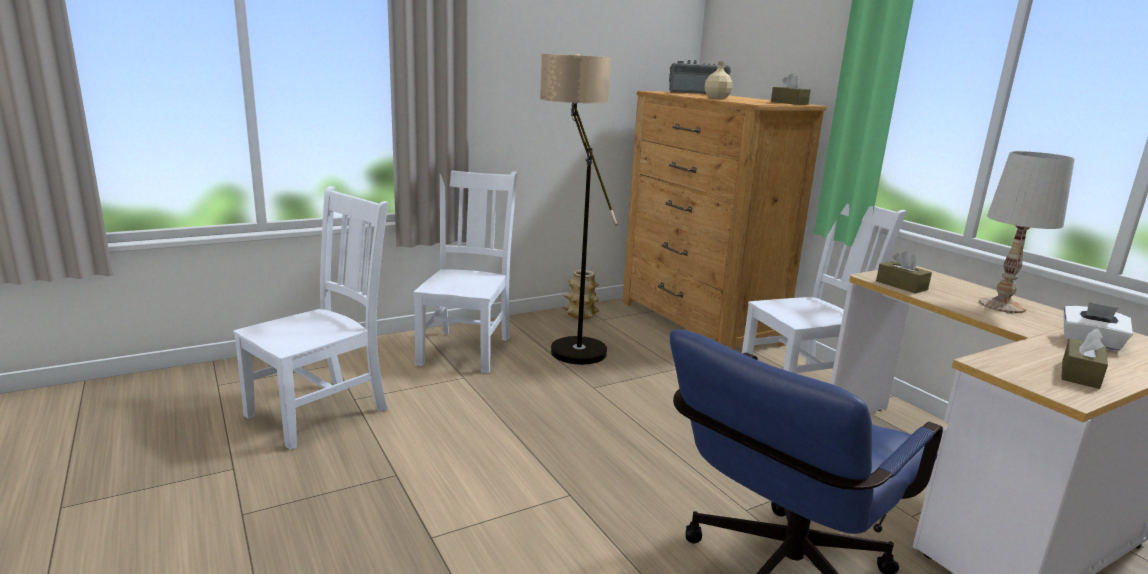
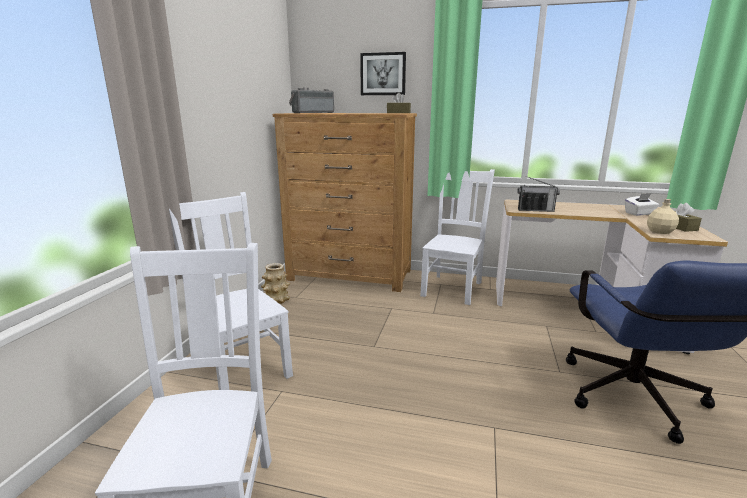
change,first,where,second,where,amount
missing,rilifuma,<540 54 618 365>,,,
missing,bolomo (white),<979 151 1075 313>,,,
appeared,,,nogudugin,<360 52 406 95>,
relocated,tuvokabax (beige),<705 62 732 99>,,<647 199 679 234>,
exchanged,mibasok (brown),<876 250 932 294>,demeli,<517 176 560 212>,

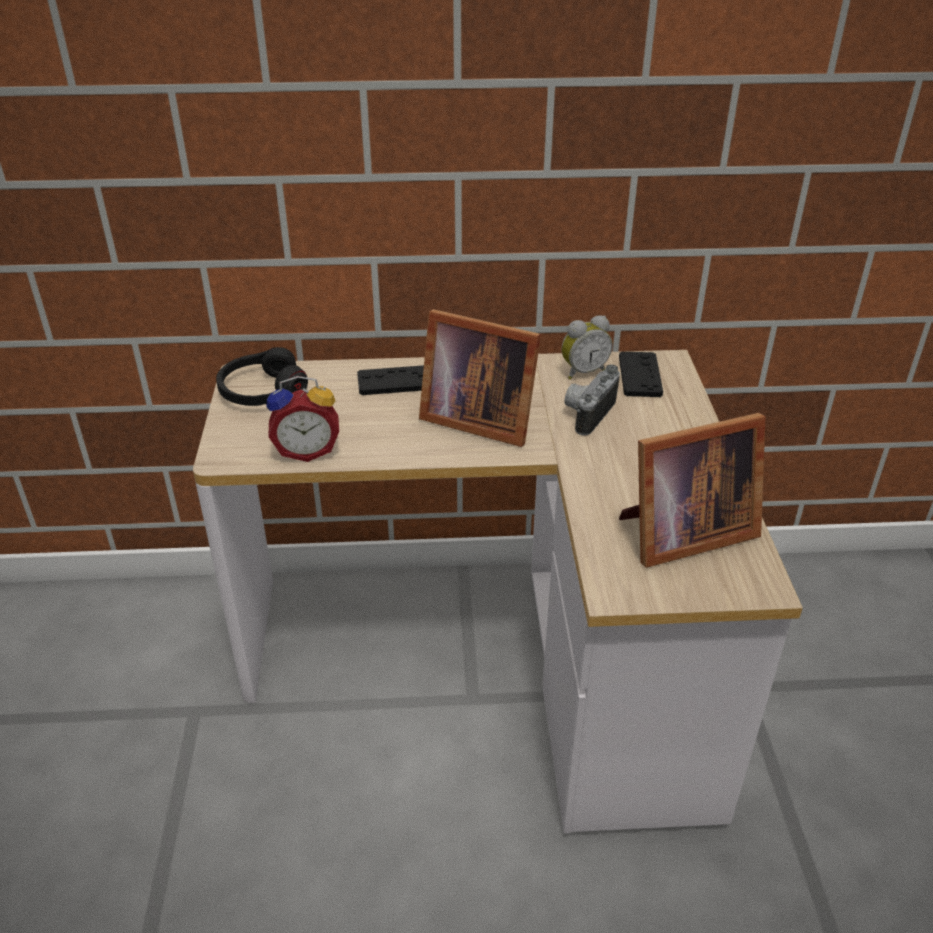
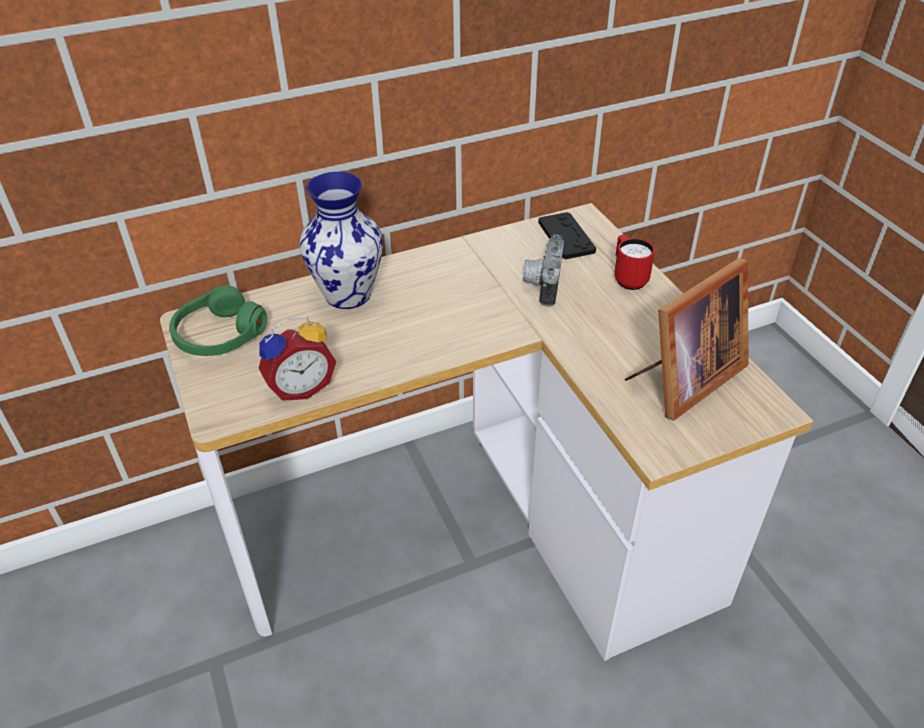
change,first,where,second,where,amount
missing,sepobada,<419 309 541 447>,,,
missing,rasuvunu,<561 315 612 380>,,,
appeared,,,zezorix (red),<614 234 655 290>,
exchanged,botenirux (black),<357 365 424 395>,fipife,<299 172 383 309>,
colour,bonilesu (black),<216 347 308 406>,bonilesu (green),<169 285 267 356>,

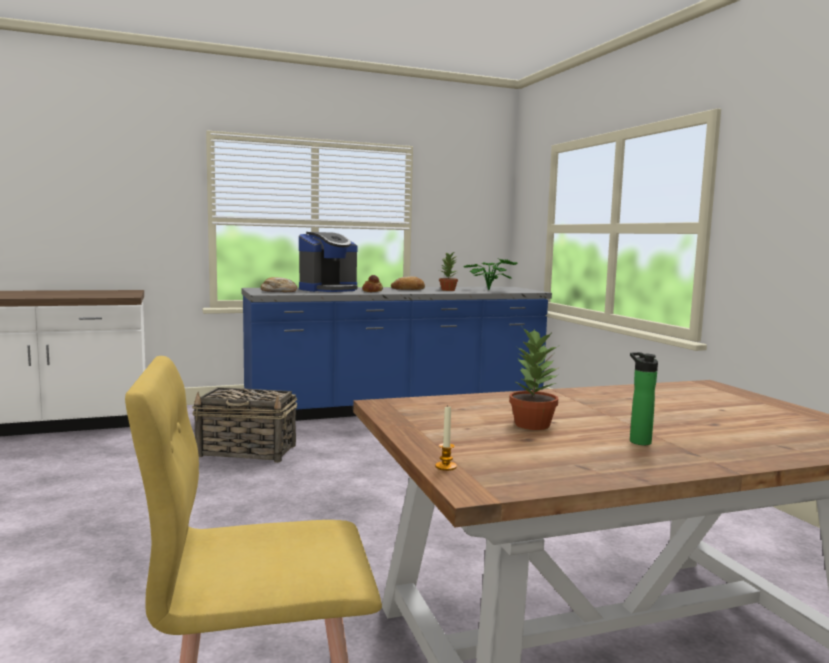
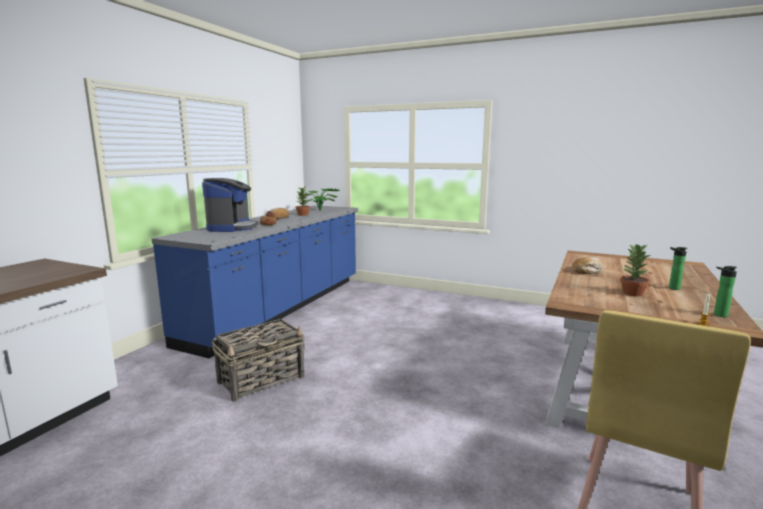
change,first,where,second,where,amount
appeared,,,tuvokabax,<714 266 737 317>,
relocated,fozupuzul,<261 277 297 292>,,<572 257 604 274>,

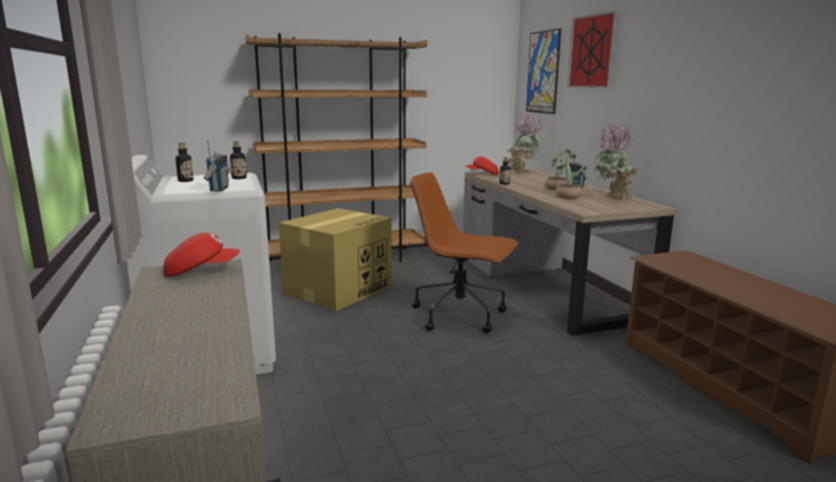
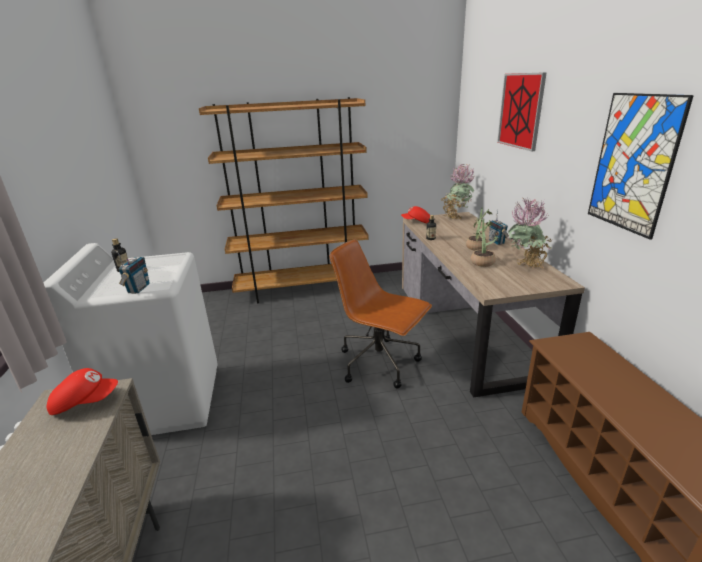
change,first,where,second,where,amount
missing,tuvokabax,<230 141 247 179>,,,
missing,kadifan,<279 208 392 311>,,,
relocated,nogudugin,<526 29 561 114>,,<588 93 694 240>,

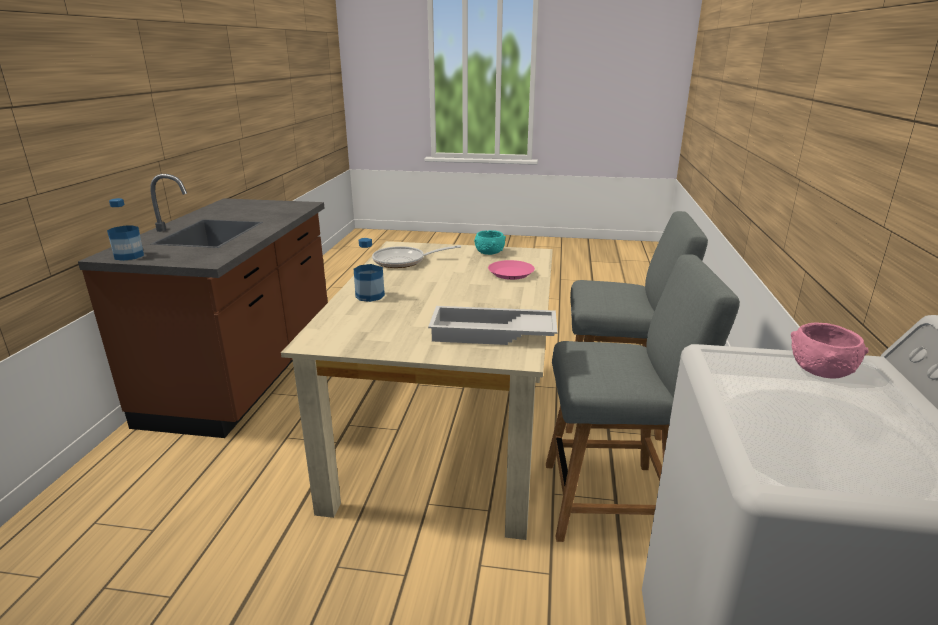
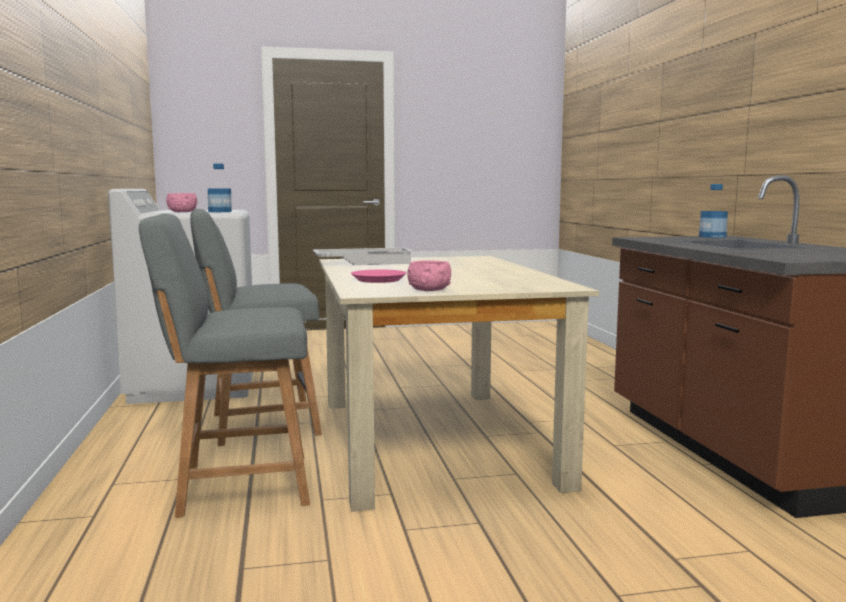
change,first,where,second,where,amount
missing,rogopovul,<372 245 461 268>,,,
relocated,tuvokabax,<354 238 385 302>,,<208 164 232 212>,
colour,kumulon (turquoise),<474 230 506 255>,kumulon (pink),<407 260 451 291>,

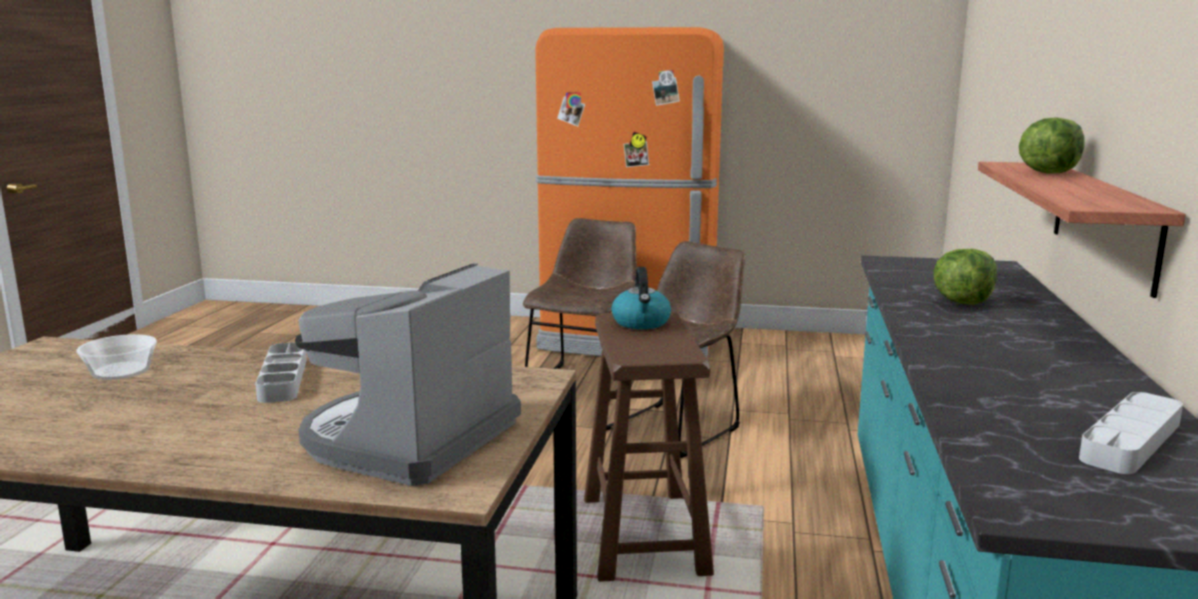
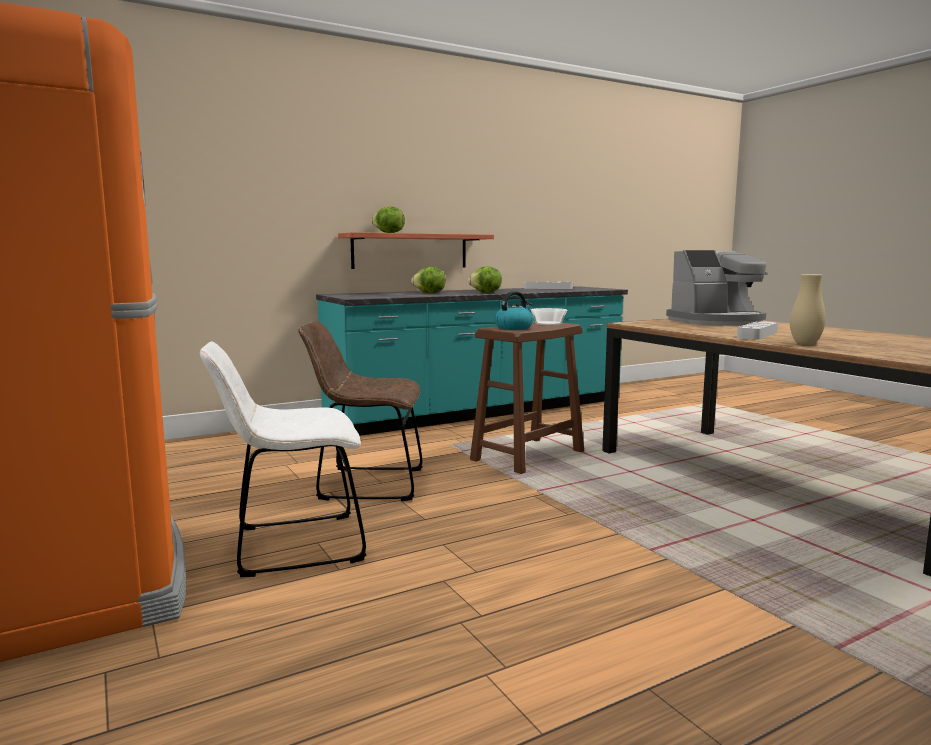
change,first,where,second,where,amount
appeared,,,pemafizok,<468 266 502 293>,
appeared,,,fipife (beige),<790 274 826 345>,
relocated,kumulon,<76 334 157 380>,,<531 308 567 325>,
colour,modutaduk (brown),<523 218 637 401>,modutaduk (white),<200 341 366 577>,

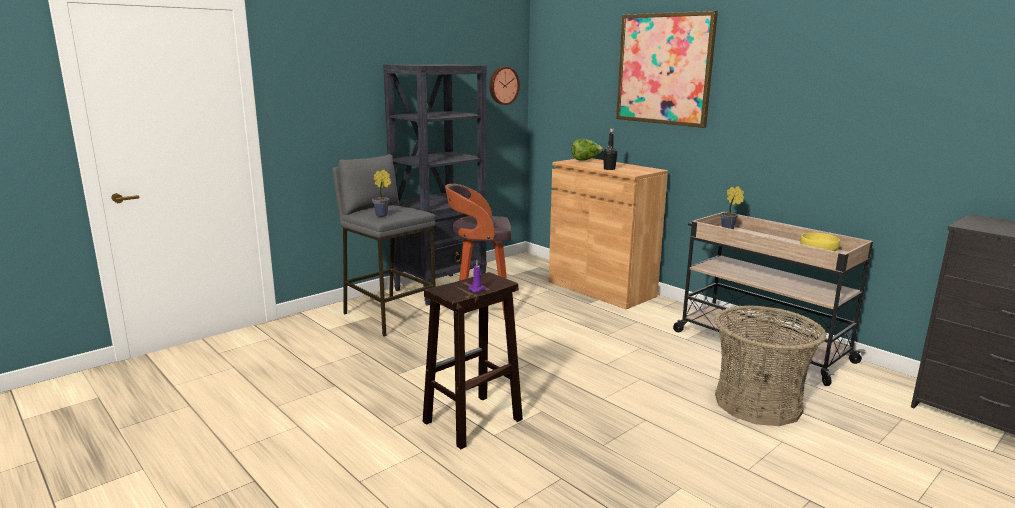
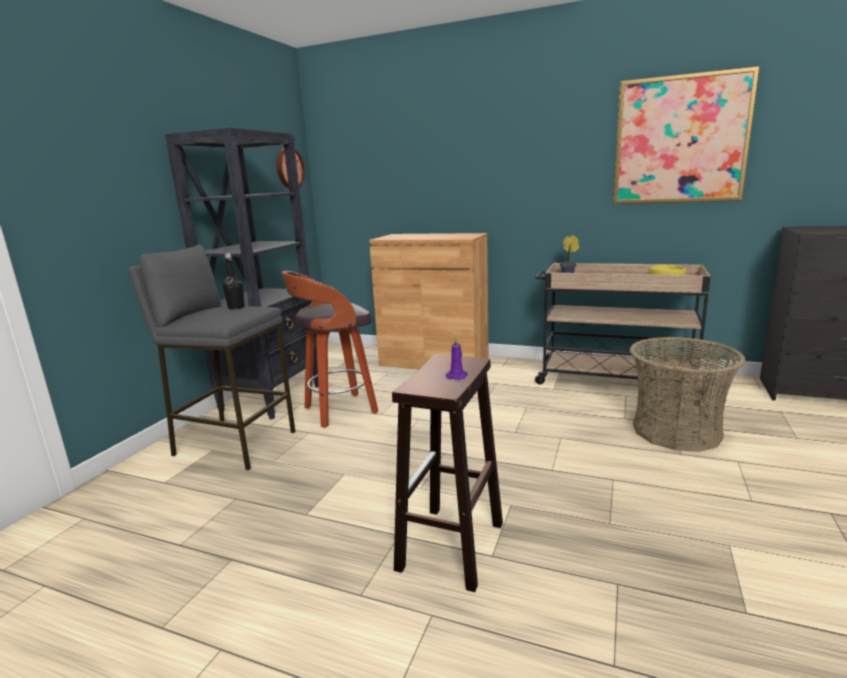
change,first,where,second,where,amount
missing,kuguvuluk,<372 169 391 217>,,,
missing,pemafizok,<572 139 603 161>,,,
relocated,tuvokabax (black),<603 128 618 170>,,<223 252 244 310>,
relocated,nogudugin,<616 11 718 128>,,<613 66 760 204>,

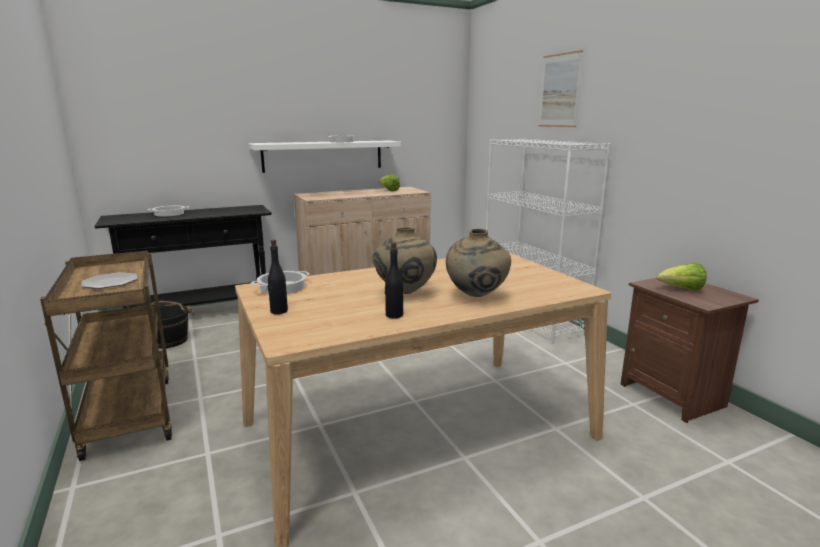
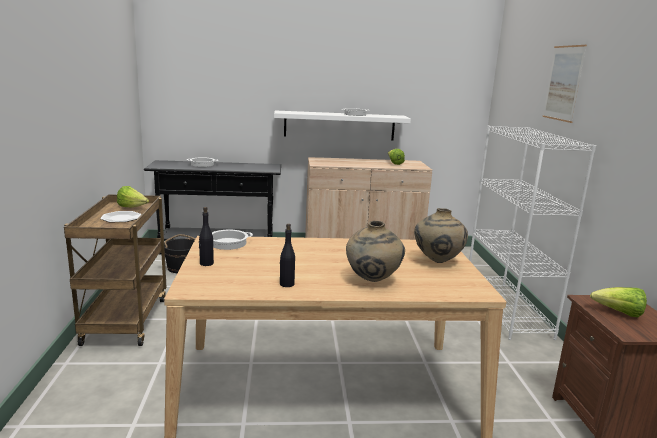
change,first,where,second,where,amount
appeared,,,pemafizok,<117 186 149 207>,
relocated,fipife (beige),<373 228 437 294>,,<414 208 468 263>,

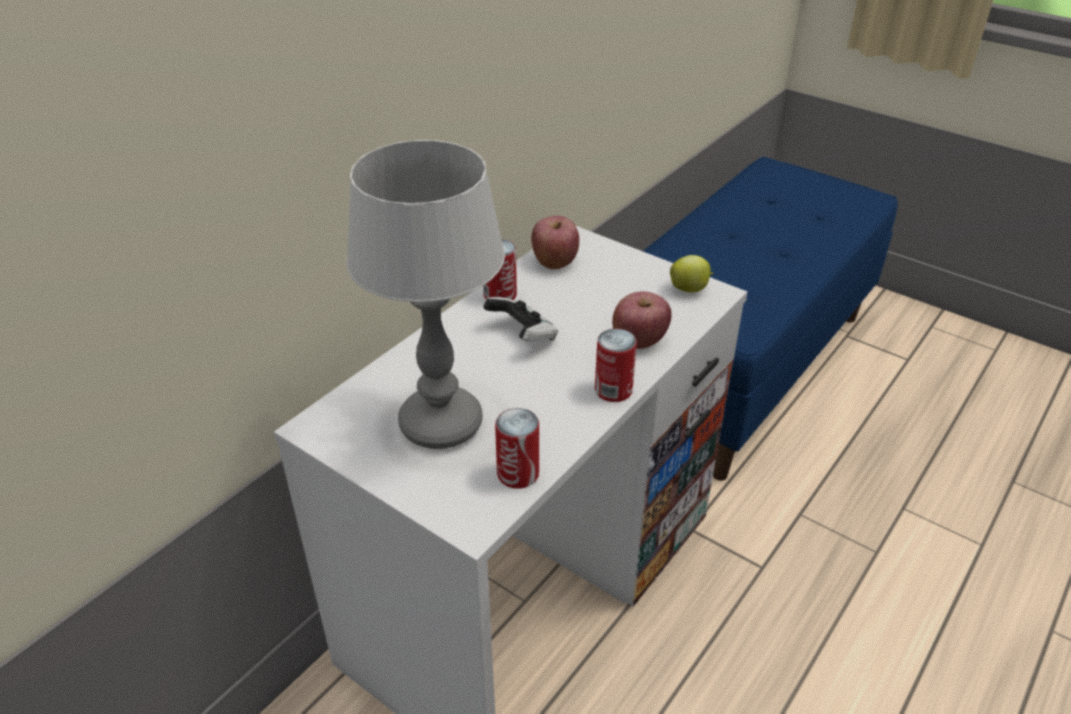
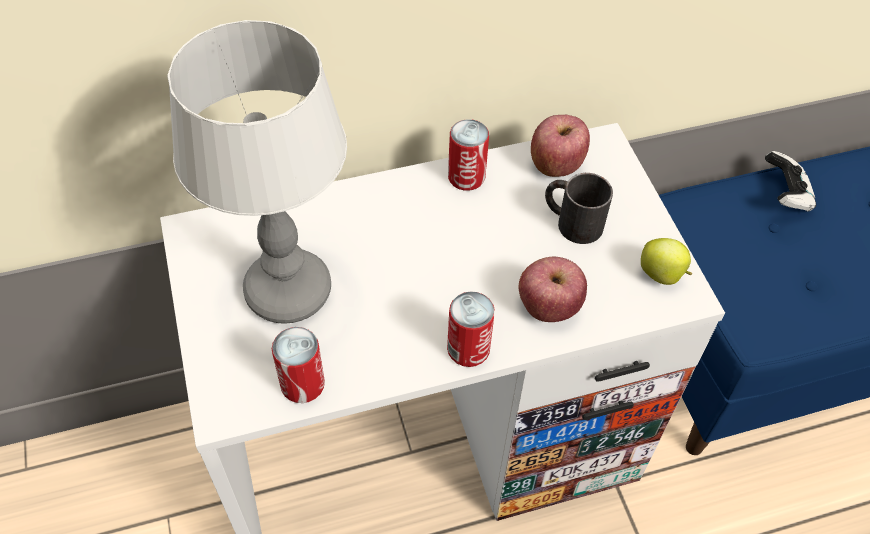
change,first,where,second,where,amount
appeared,,,zezorix (black),<545 173 613 244>,
relocated,botenirux,<483 297 558 341>,,<765 151 816 212>,

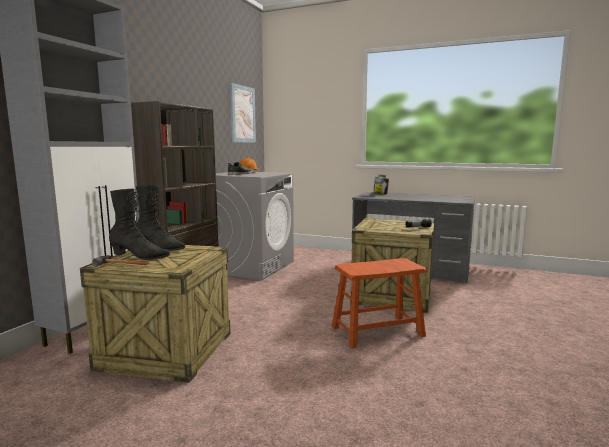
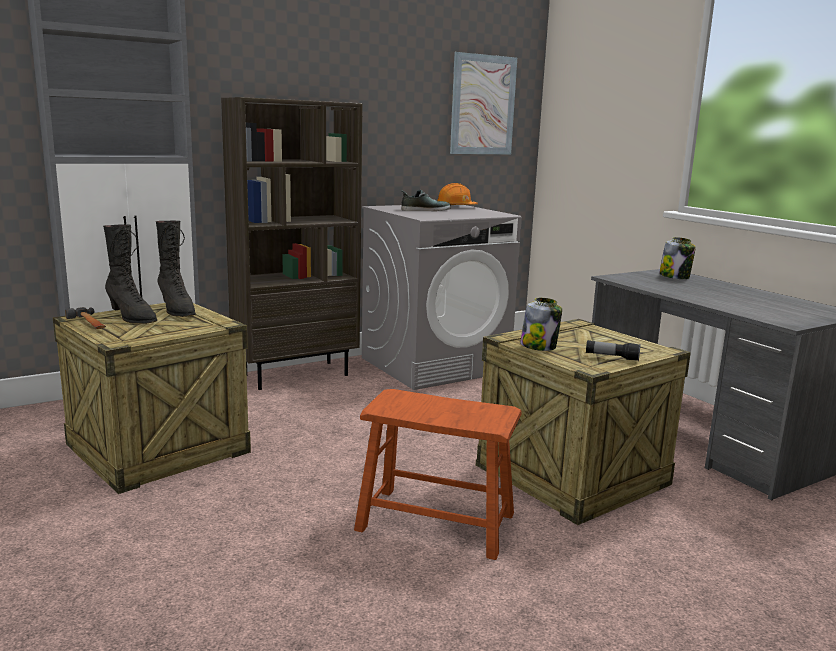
change,first,where,second,where,amount
appeared,,,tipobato,<520 298 562 351>,

